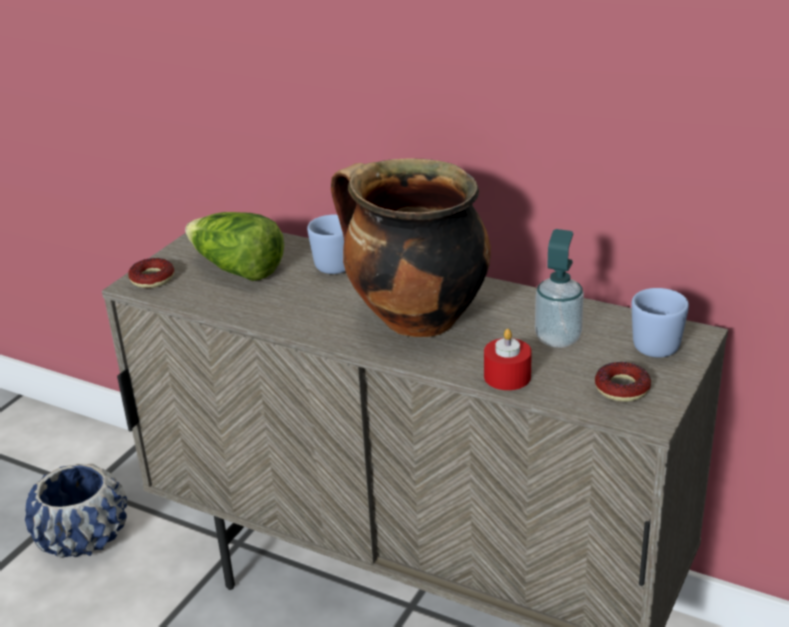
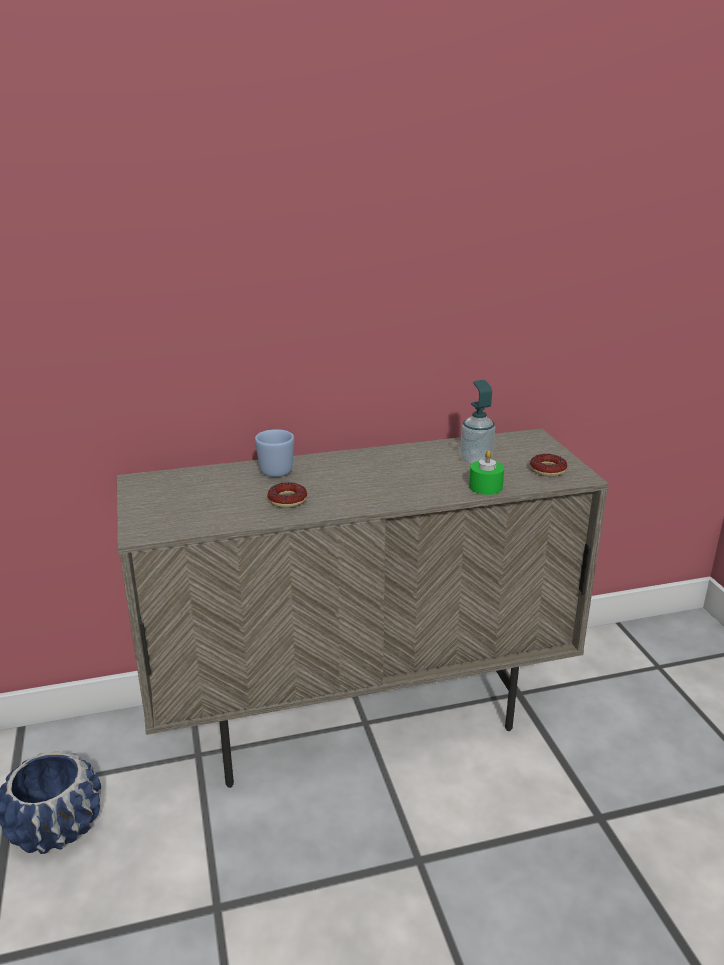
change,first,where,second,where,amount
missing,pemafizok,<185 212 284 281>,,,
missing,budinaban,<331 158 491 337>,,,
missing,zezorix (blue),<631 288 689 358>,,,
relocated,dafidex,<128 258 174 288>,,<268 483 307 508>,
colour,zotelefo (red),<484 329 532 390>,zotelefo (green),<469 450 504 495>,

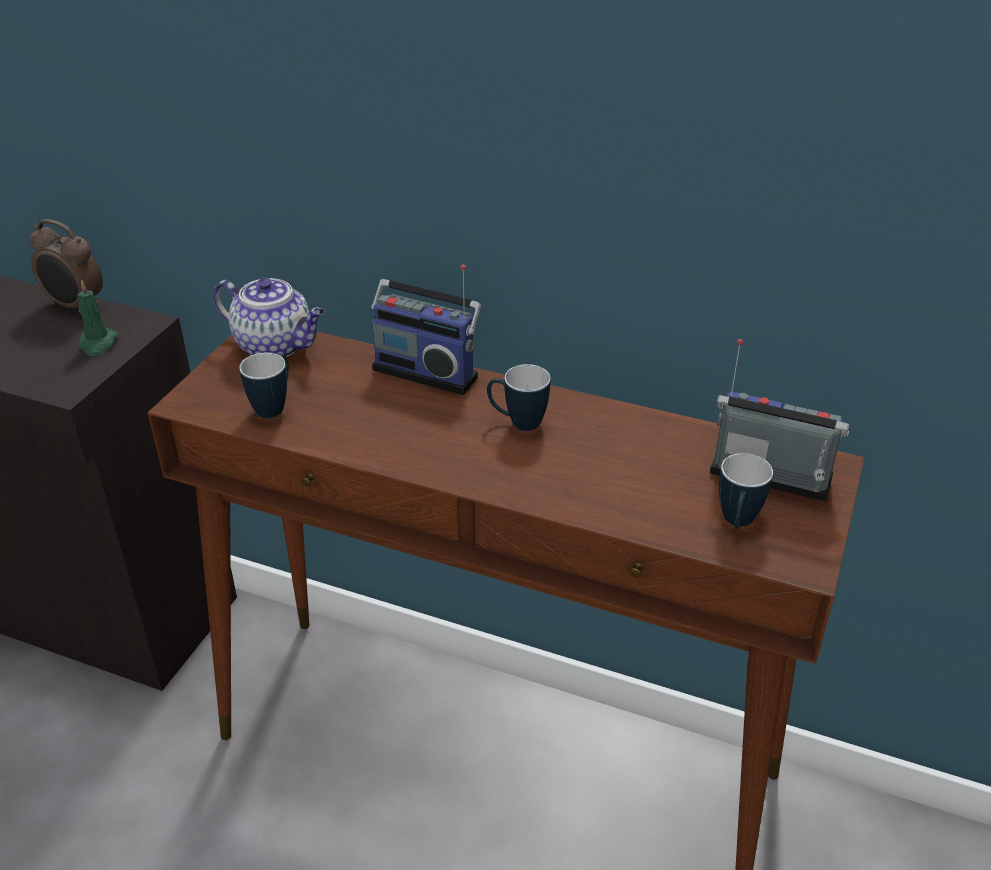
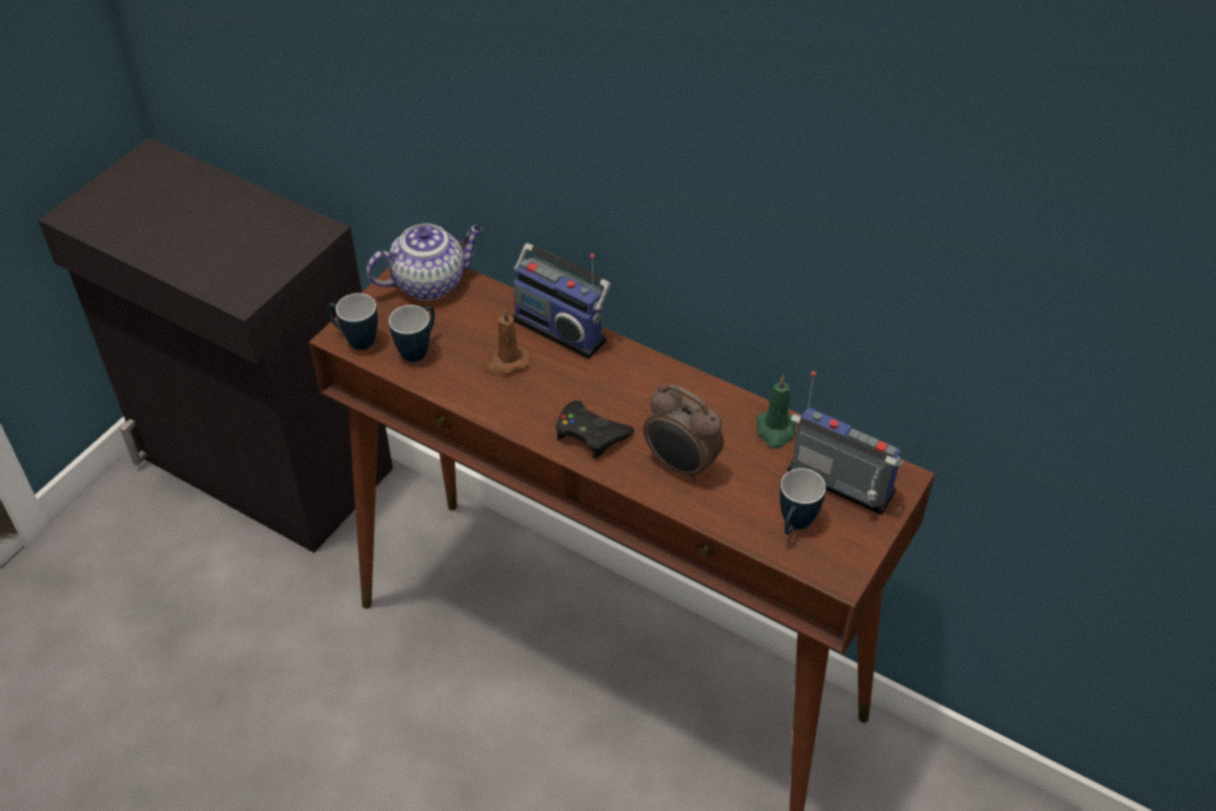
change,first,where,second,where,amount
appeared,,,zotelefo (brown),<486 308 530 376>,
appeared,,,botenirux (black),<556 400 635 459>,
relocated,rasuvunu,<30 219 103 308>,,<643 385 724 482>,
relocated,zotelefo (green),<77 279 118 356>,,<757 376 796 449>,
relocated,zezorix,<487 364 550 431>,,<327 293 378 350>,
spun,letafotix,<213 278 325 357>,,<367 223 483 300>,60 degrees counterclockwise

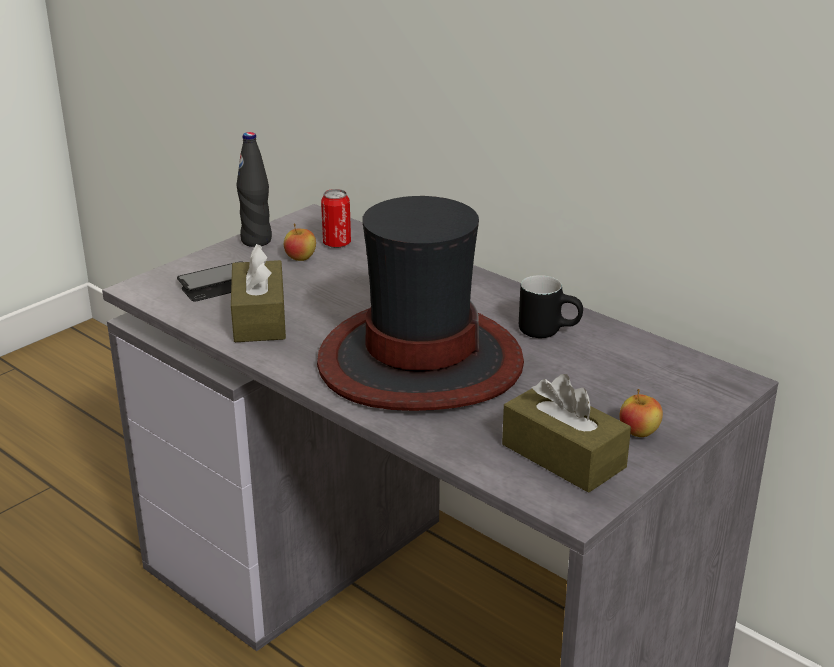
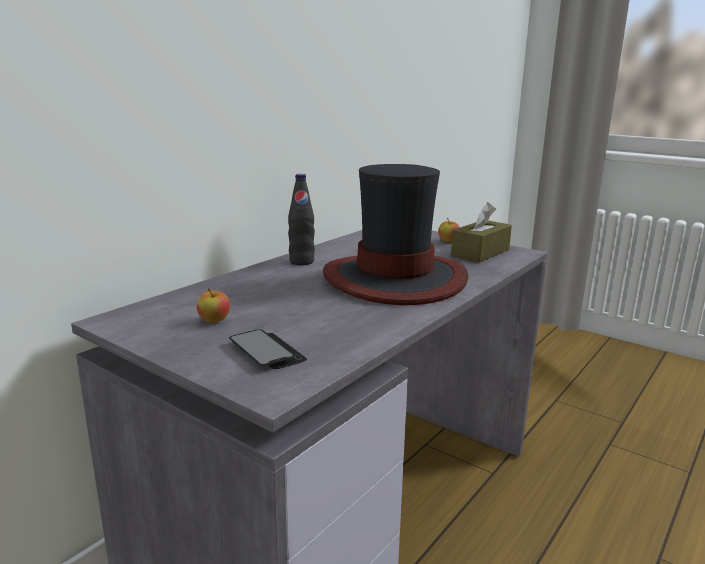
change,first,where,second,where,amount
missing,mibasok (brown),<231 244 286 342>,,,
missing,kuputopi,<321 189 351 248>,,,
missing,zezorix (black),<519 275 583 338>,,,
relocated,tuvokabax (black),<236 132 272 247>,,<288 174 315 265>,

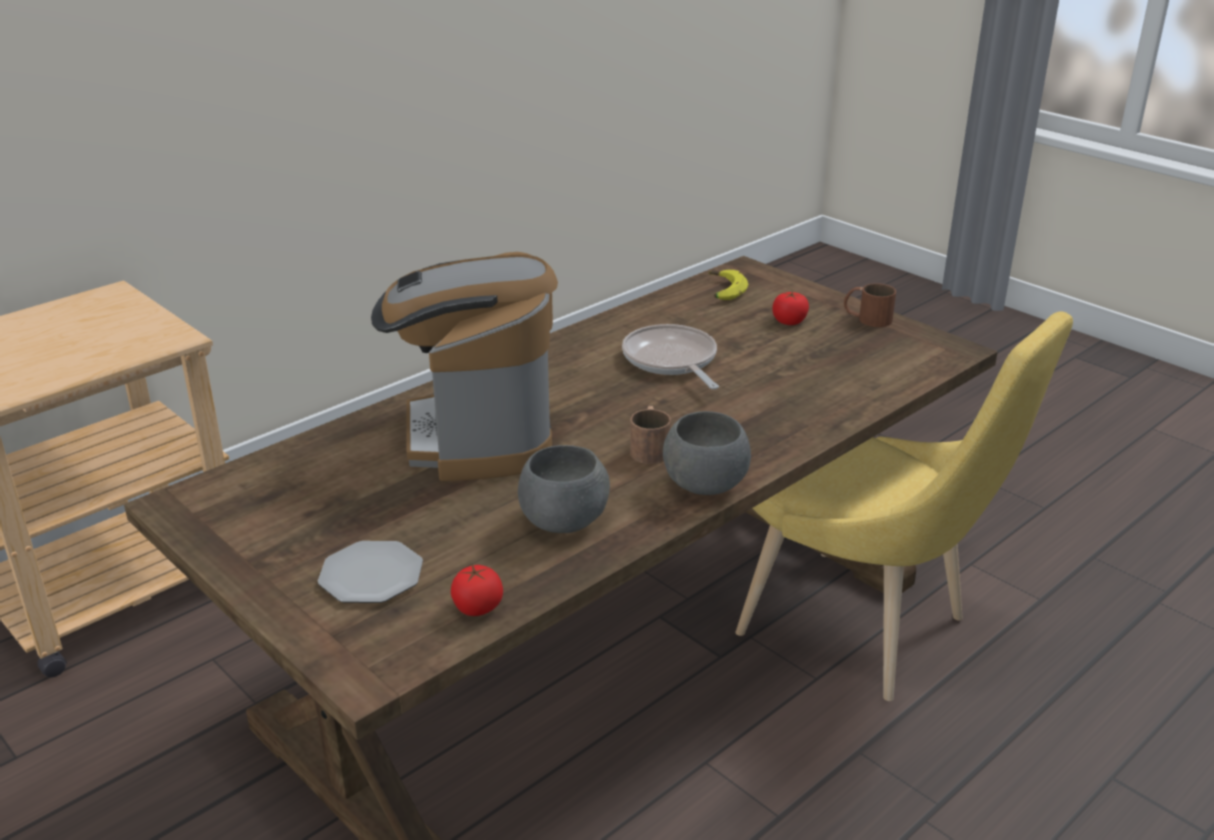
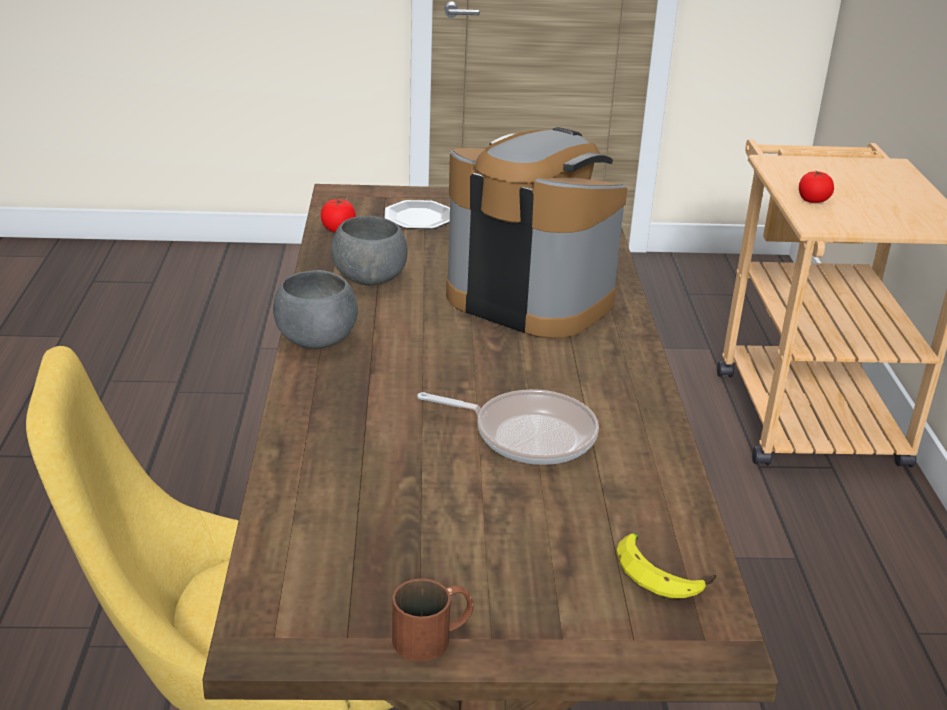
change,first,where,second,where,amount
missing,zezorix (brown),<630 406 671 464>,,,
relocated,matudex,<772 292 809 325>,,<799 171 834 203>,

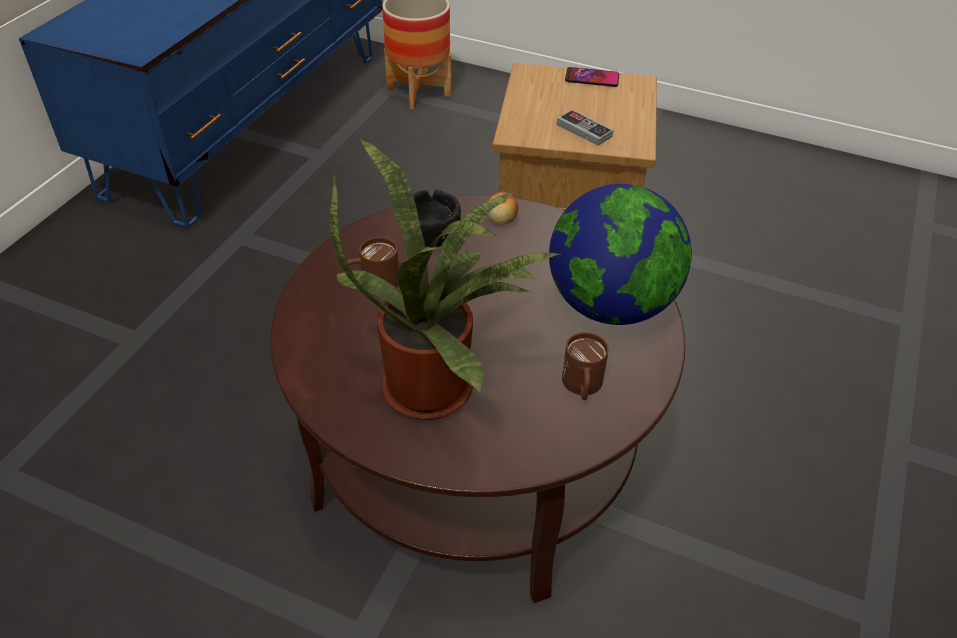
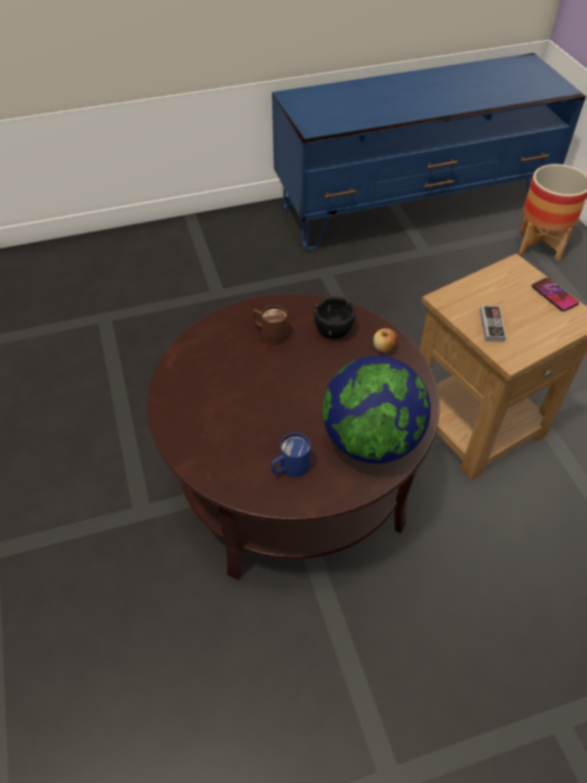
change,first,where,second,where,amount
missing,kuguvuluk,<330 139 561 420>,,,
colour,zezorix (brown),<562 332 609 400>,zezorix (blue),<271 433 311 477>,

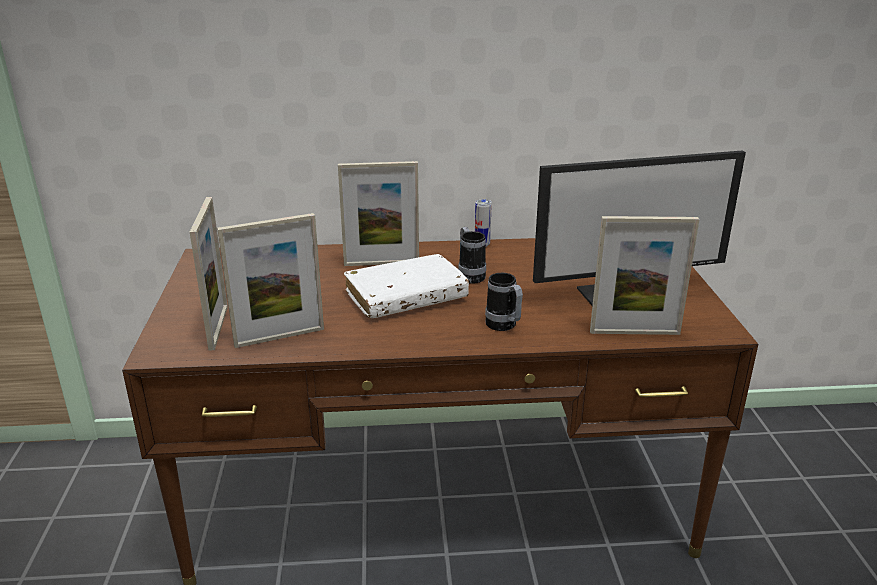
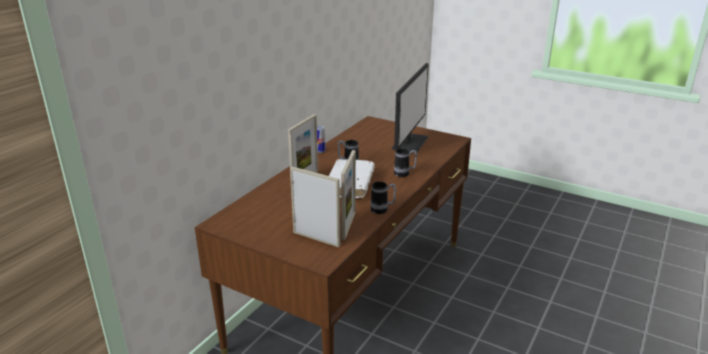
change,first,where,second,where,amount
missing,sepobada,<590 216 699 335>,,,
appeared,,,zezorix,<370 181 396 214>,

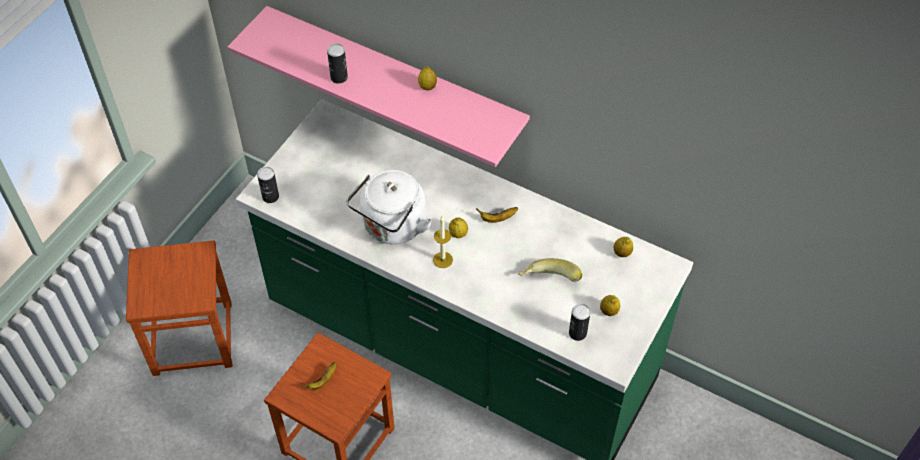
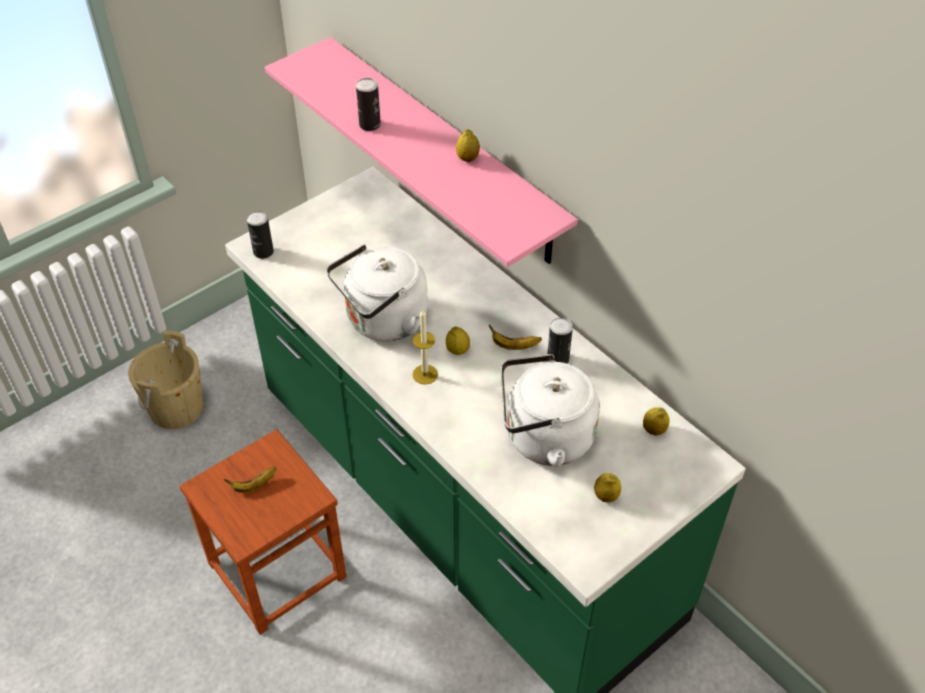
change,first,where,second,where,amount
relocated,kuputopi,<569 304 591 341>,,<547 318 573 364>,
exchanged,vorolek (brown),<126 241 232 376>,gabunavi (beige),<128 331 203 429>,
exchanged,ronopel,<518 258 582 282>,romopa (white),<501 354 600 467>,

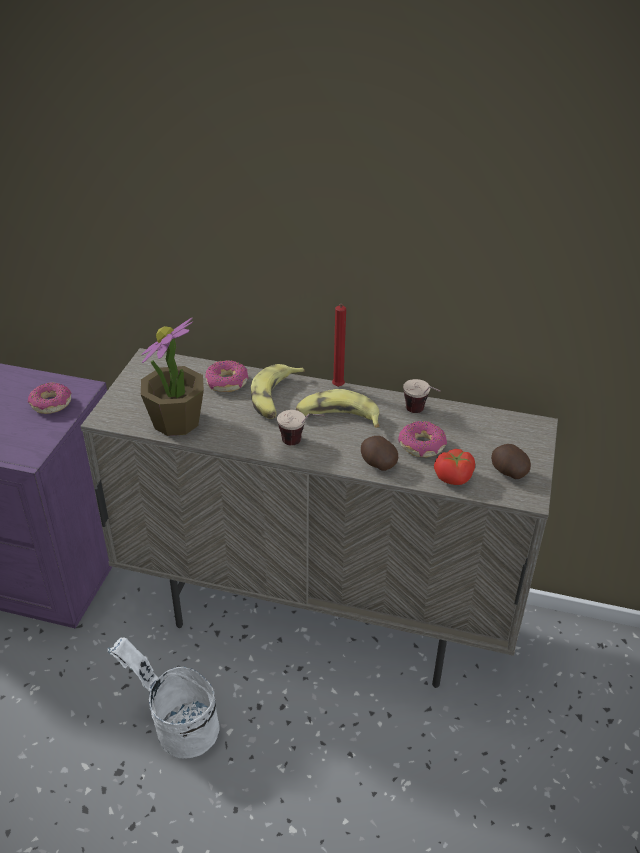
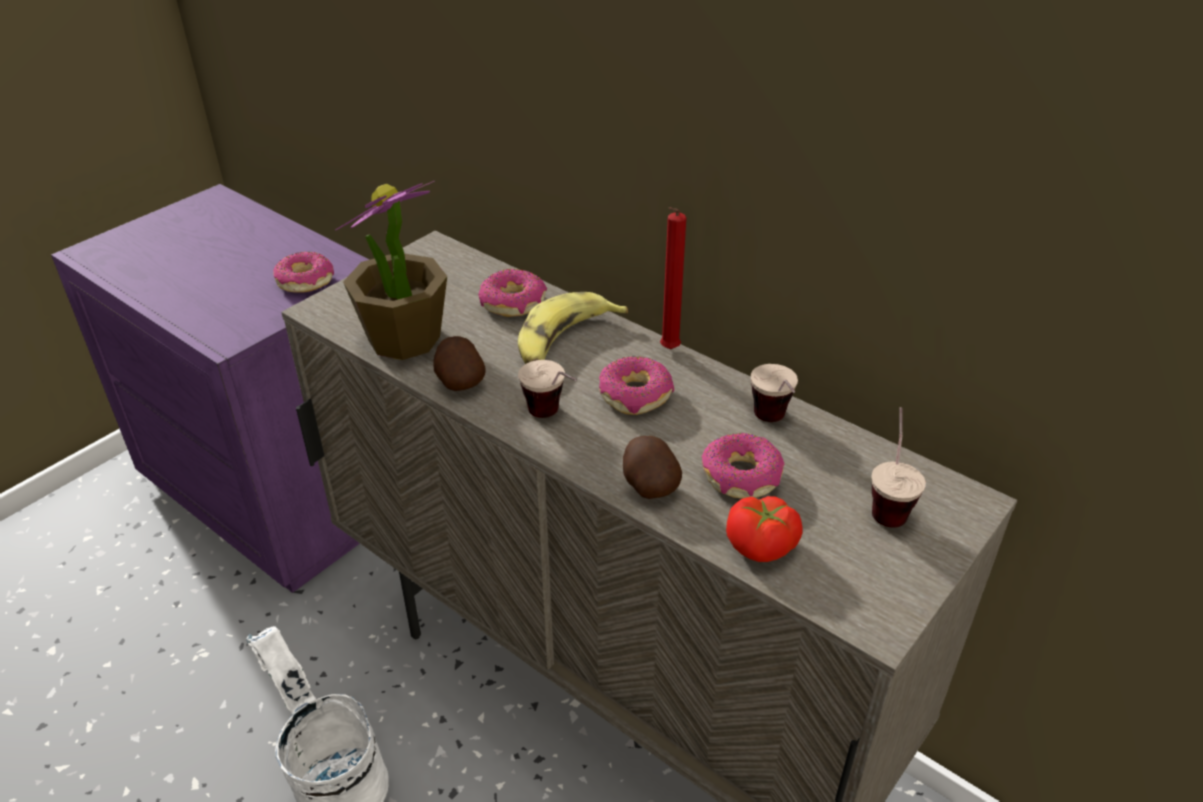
change,first,where,second,where,amount
appeared,,,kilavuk,<871 407 926 528>,
relocated,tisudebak,<491 444 531 479>,,<433 336 486 391>,
exchanged,ronopel,<296 389 380 428>,dafidex,<599 356 674 415>,

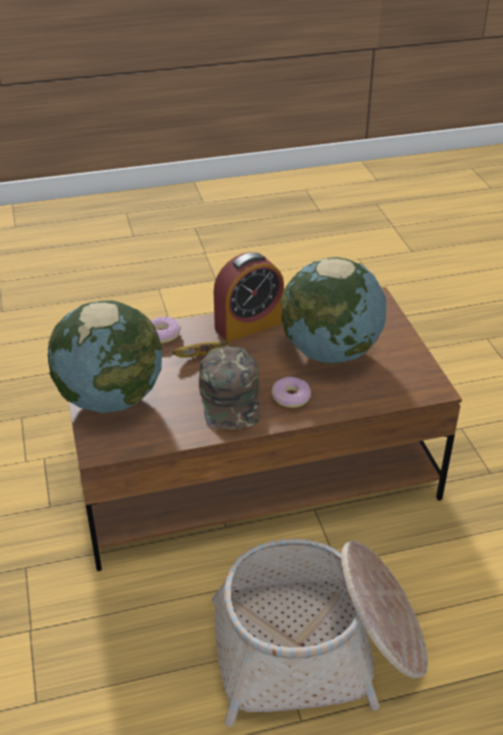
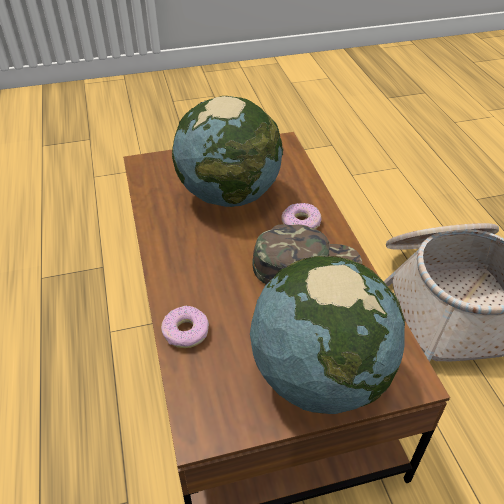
change,first,where,second,where,amount
missing,ronopel,<173 341 228 358>,,,
missing,rasuvunu,<214 252 284 342>,,,

